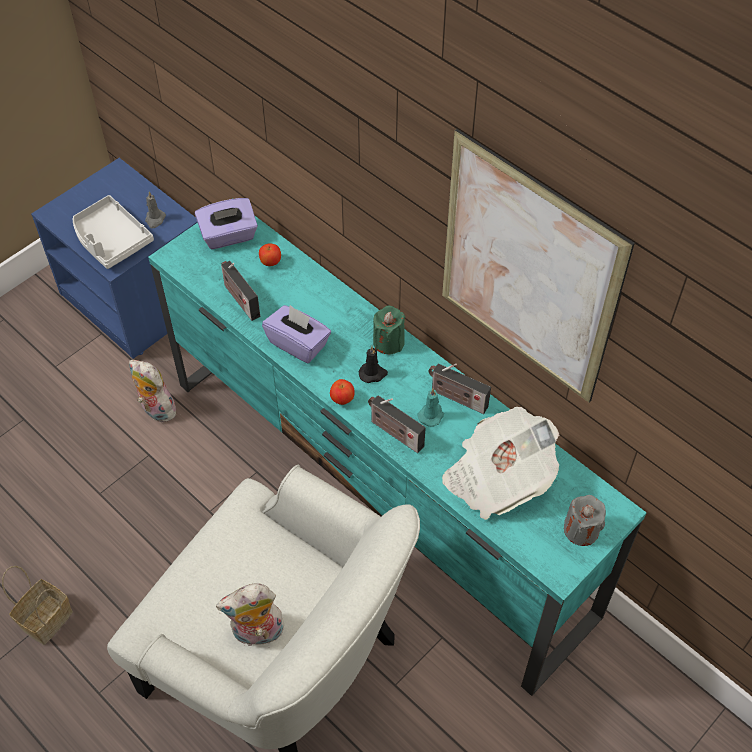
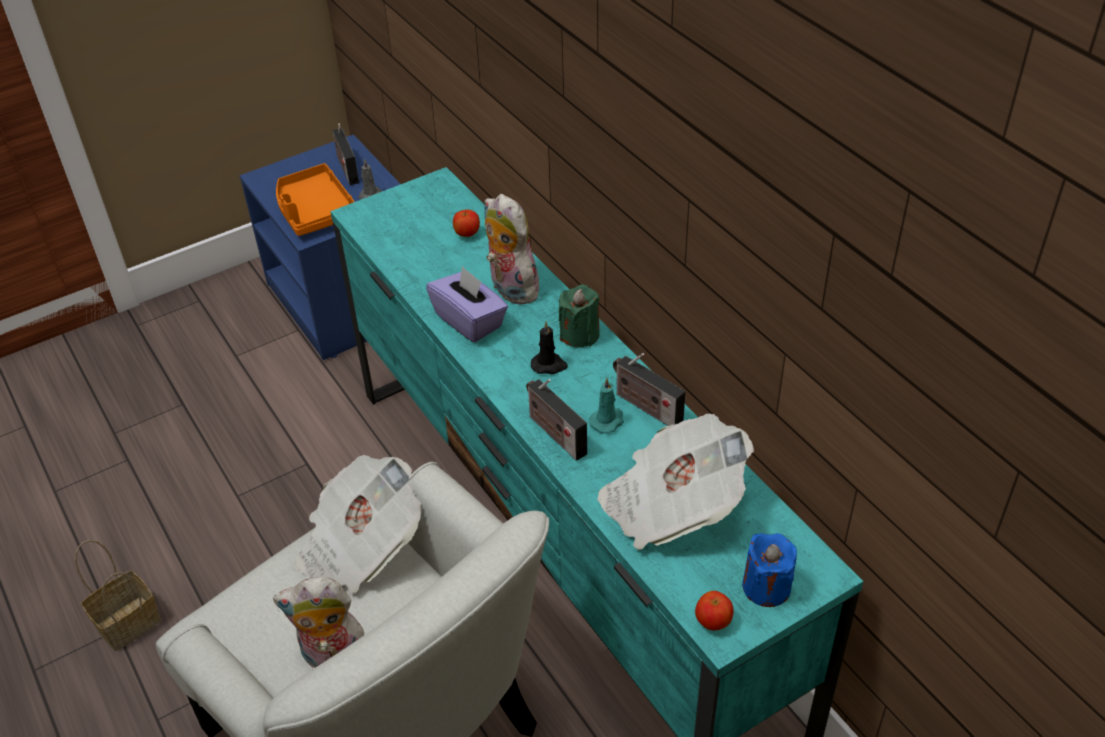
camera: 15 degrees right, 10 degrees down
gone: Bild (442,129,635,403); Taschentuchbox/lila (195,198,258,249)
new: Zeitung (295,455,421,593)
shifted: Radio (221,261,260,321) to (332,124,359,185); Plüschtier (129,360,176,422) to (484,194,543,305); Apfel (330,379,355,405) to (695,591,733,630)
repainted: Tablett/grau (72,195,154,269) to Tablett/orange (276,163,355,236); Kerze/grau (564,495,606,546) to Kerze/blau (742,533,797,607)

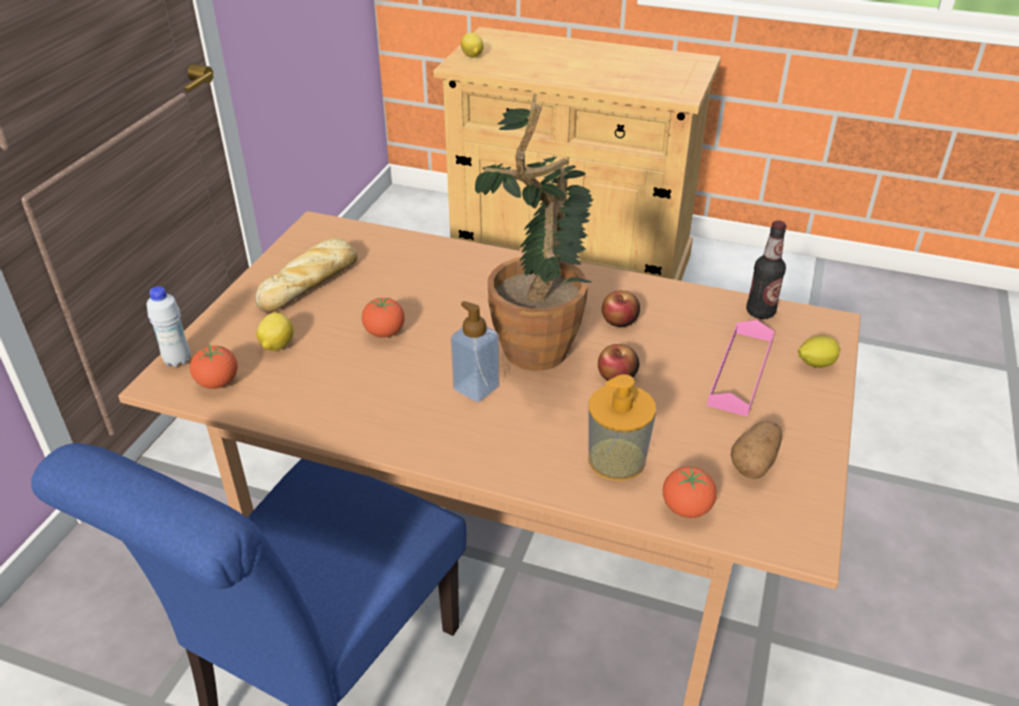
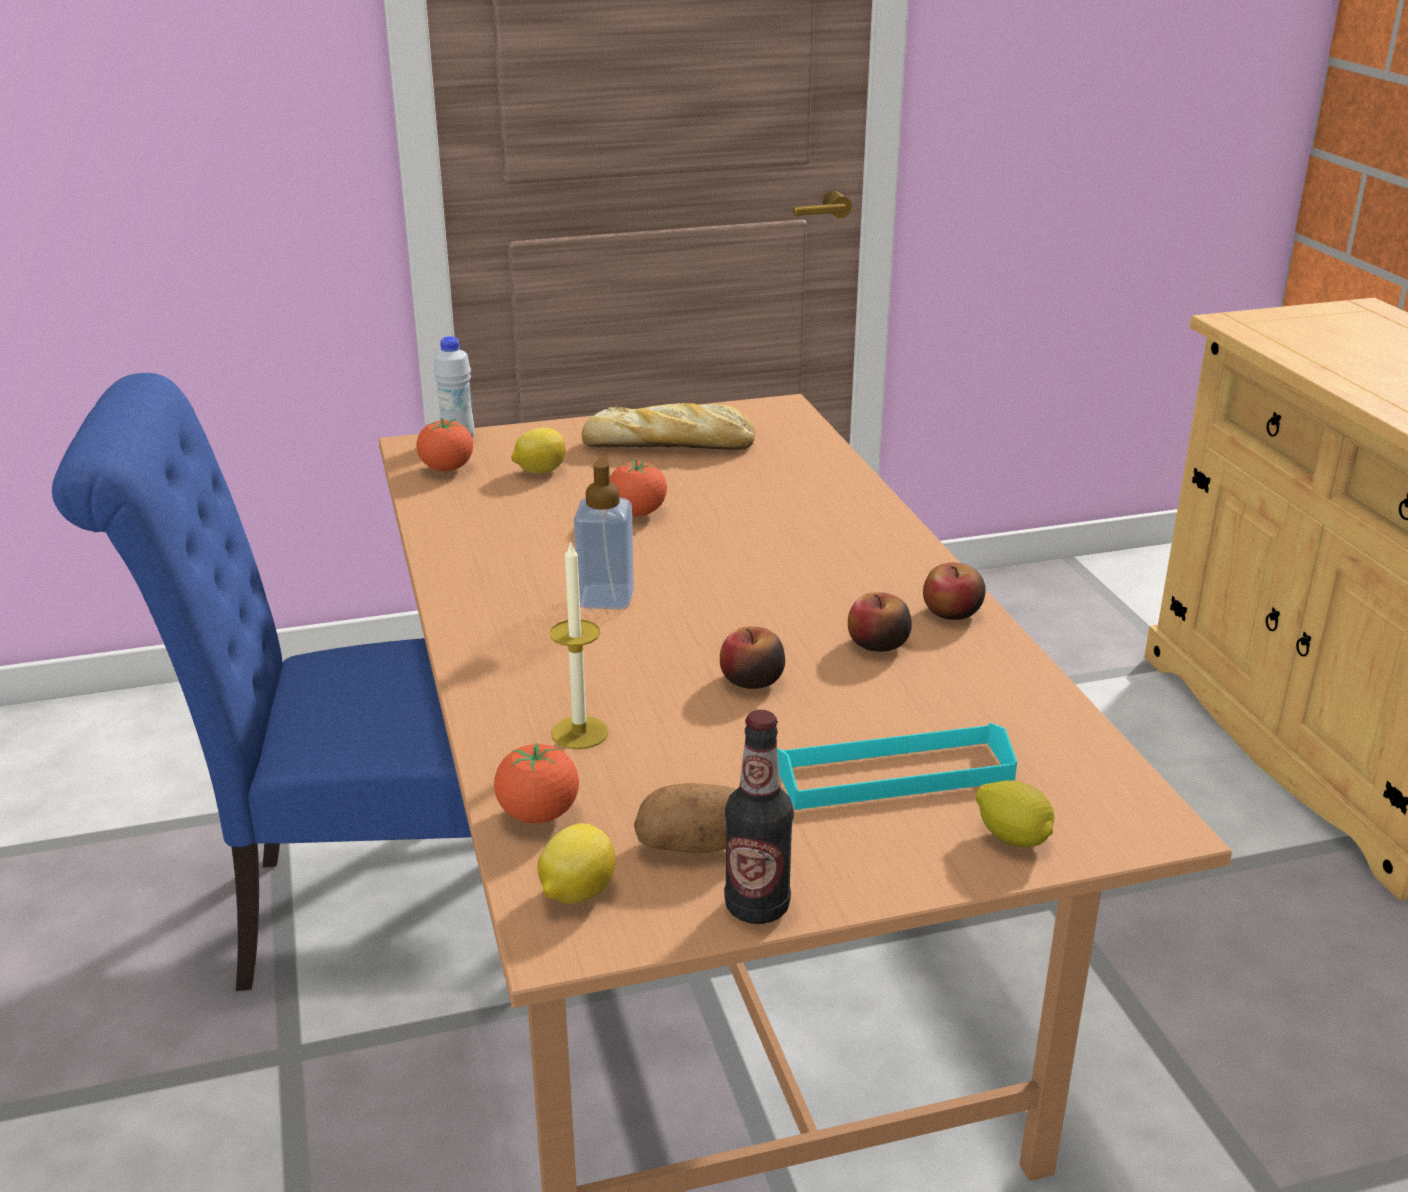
camera: 55 degrees right, 10 degrees down
gone: Topfpflanze (475,94,593,371)
new: Apfel (923,563,986,620)
shifted: Zitrone (461,33,484,58) to (537,823,615,904); Flasche (746,220,786,319) to (724,710,794,924)
swapped: Seifenspender (589,374,656,481) to Kerze (550,540,609,749)
repainted: Tablett/rosa (707,320,775,417) to Tablett/türkis (777,723,1017,810)

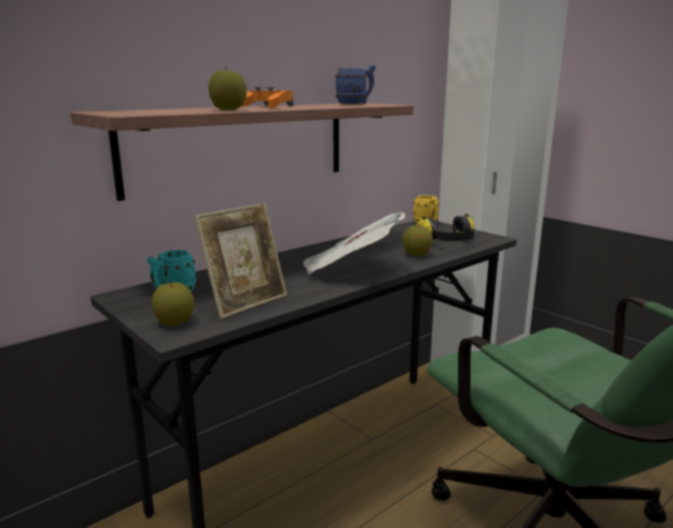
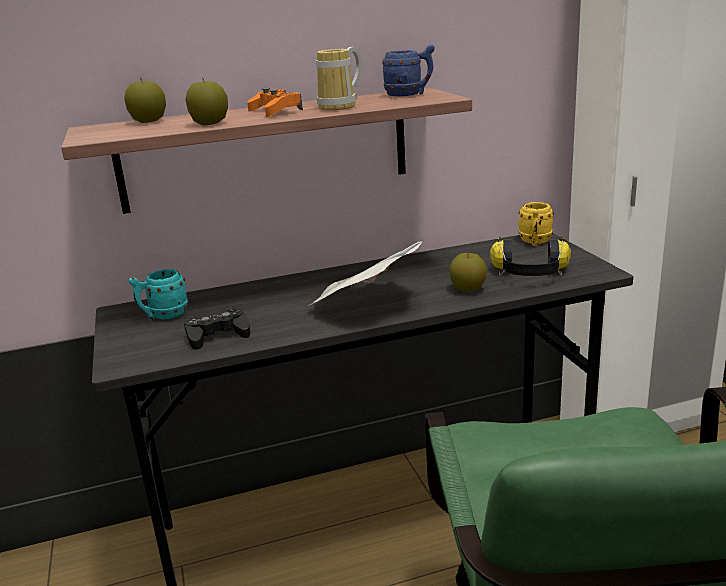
camera: 25 degrees right, 5 degrees up
new: Henkelbecher (316,47,362,110)
shifted: Apfel (151,281,194,326) to (124,77,166,123)
swapped: Bilderrahmen (194,203,287,319) to Gamepad/schwarz (184,307,250,350)

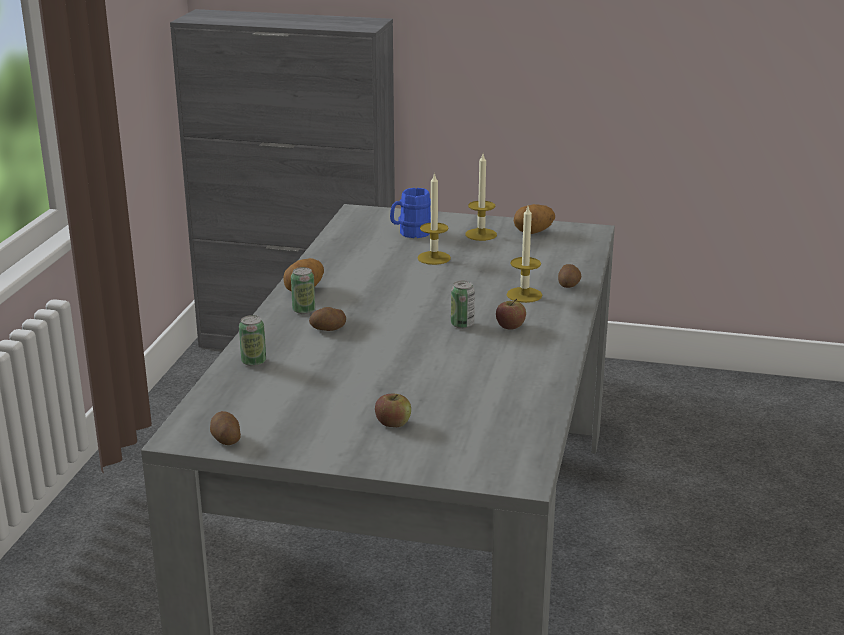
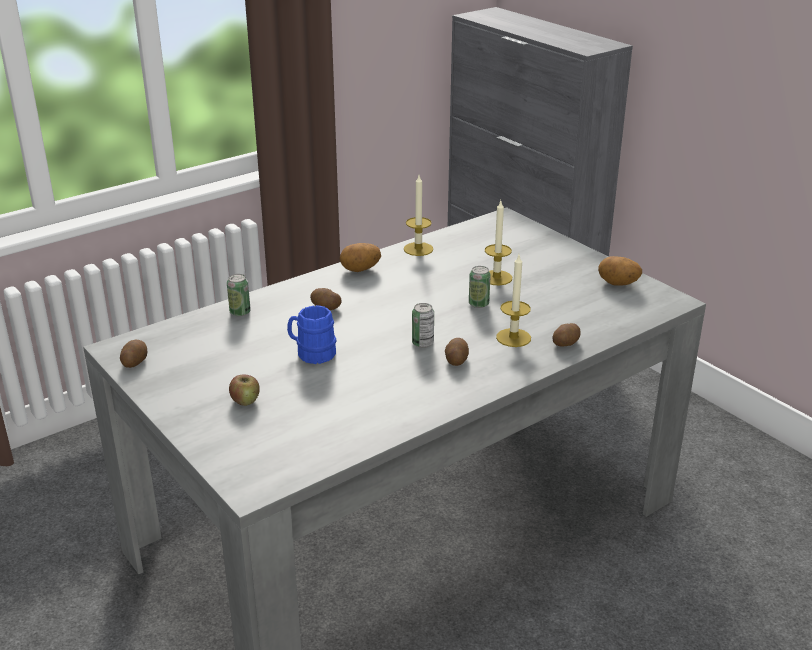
camera: 40 degrees right, 5 degrees up
shifted: Kerze (465,154,497,241) to (404,175,433,256); Henkelbecher/blau (390,188,431,238) to (287,305,337,364); Dose (291,267,315,314) to (469,266,491,308)
swapped: Apfel (496,299,526,329) to Kartoffel (445,338,469,366)

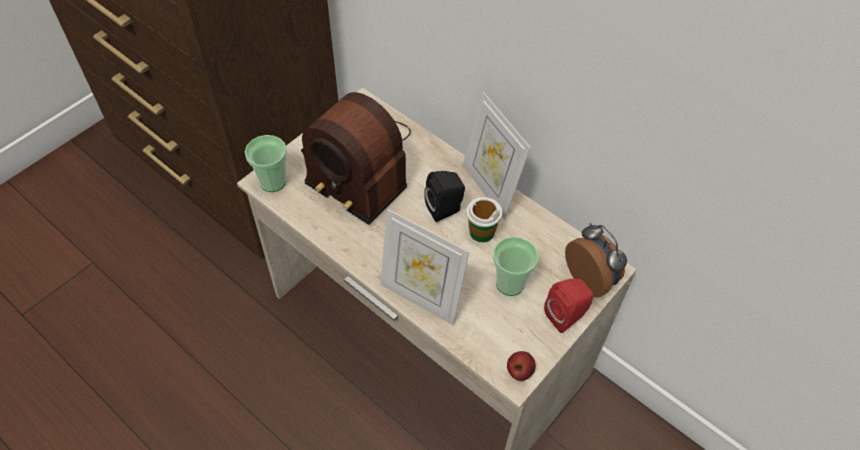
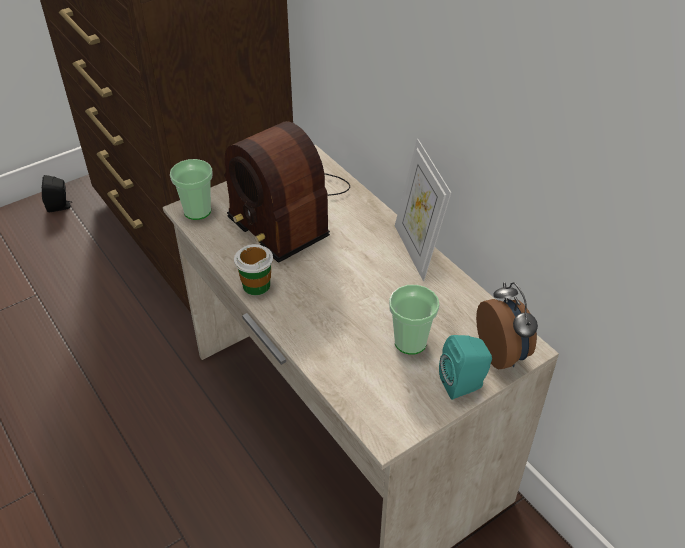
camera: 15 degrees right, 10 degrees down
gone: Bilderrahmen (380,209,469,325); Apfel (507,351,536,381)
shifted: Lautsprecher/schwarz (424,171,465,222) to (41,175,73,212); Tasse (466,197,502,242) to (234,244,273,295)
repainted: Lautsprecher/rot (544,278,594,333) to Lautsprecher/türkis (439,335,492,400)

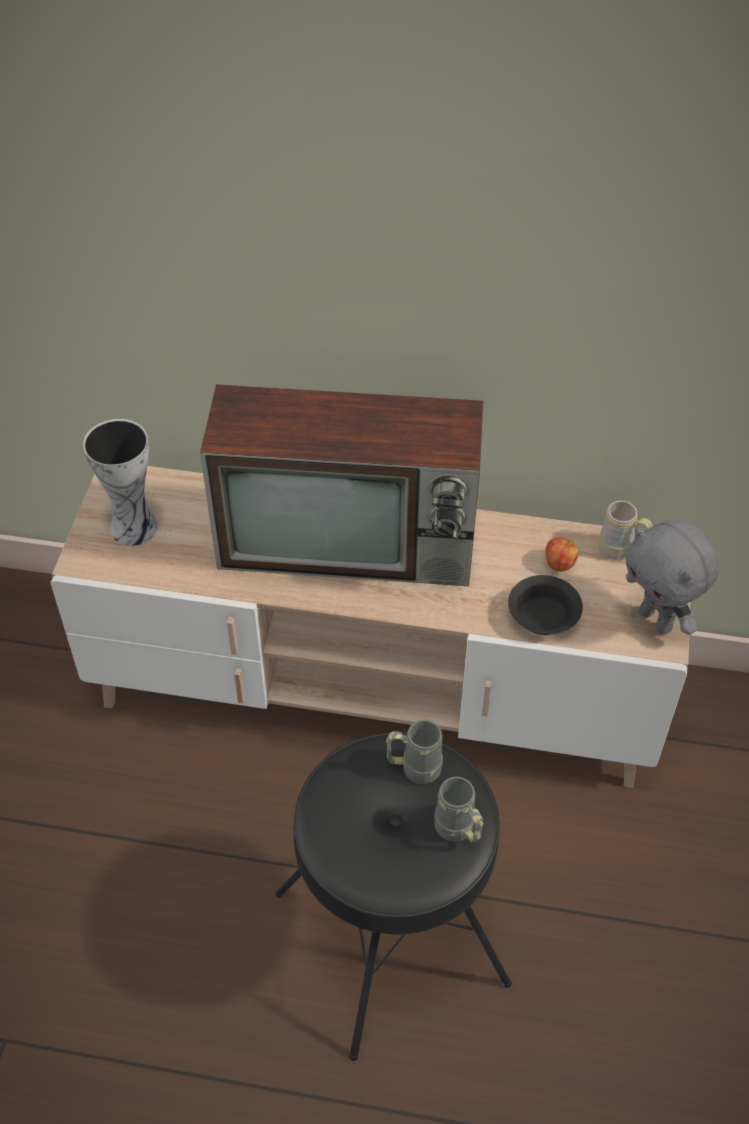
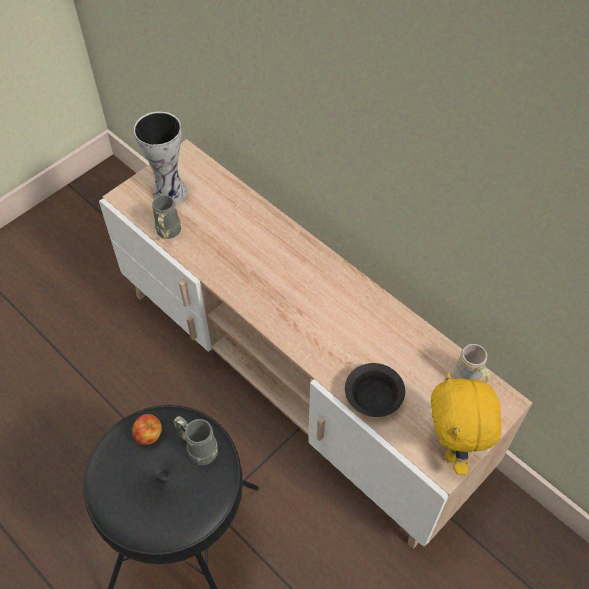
camera: 35 degrees right, 5 degrees up
gone: Fernseher (200,384,483,586)
shifted: Apfel (545,537,578,572) to (132,414,162,445); Henkelbecher/grau (434,777,483,842) to (152,195,181,239)
repainted: Plüschtier/grau (625,520,720,635) to Plüschtier/gelb (431,372,501,475)

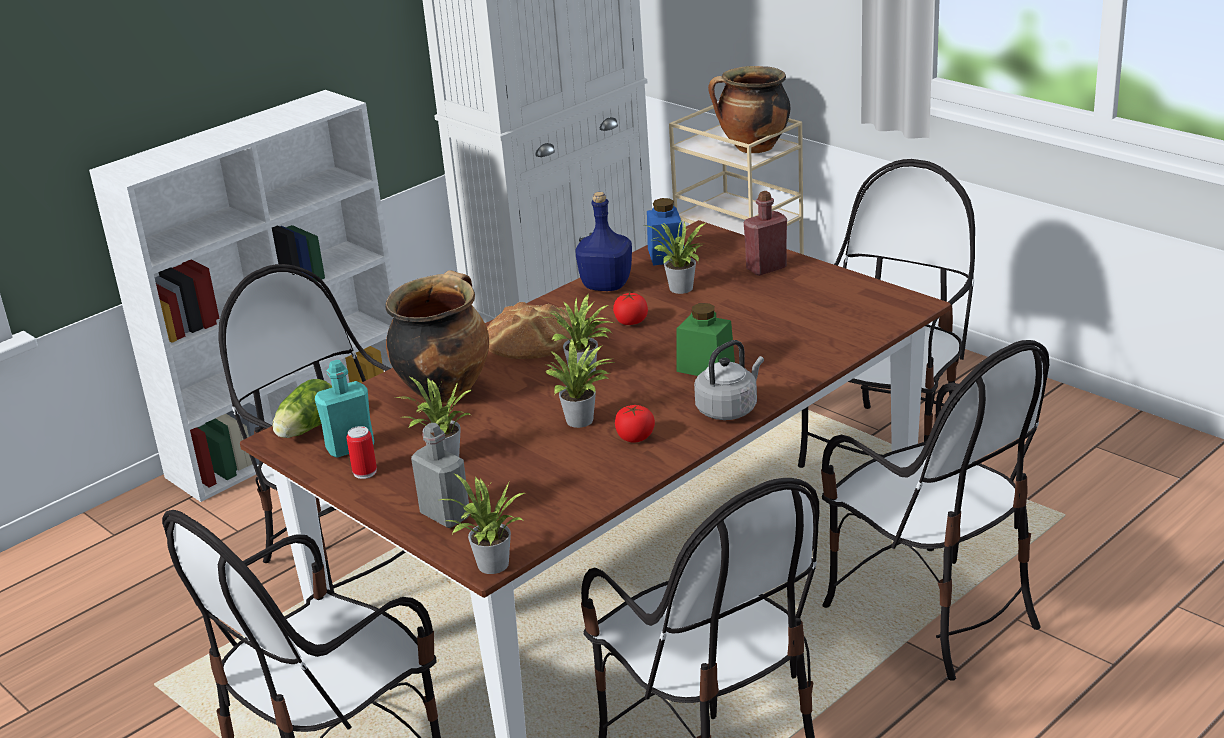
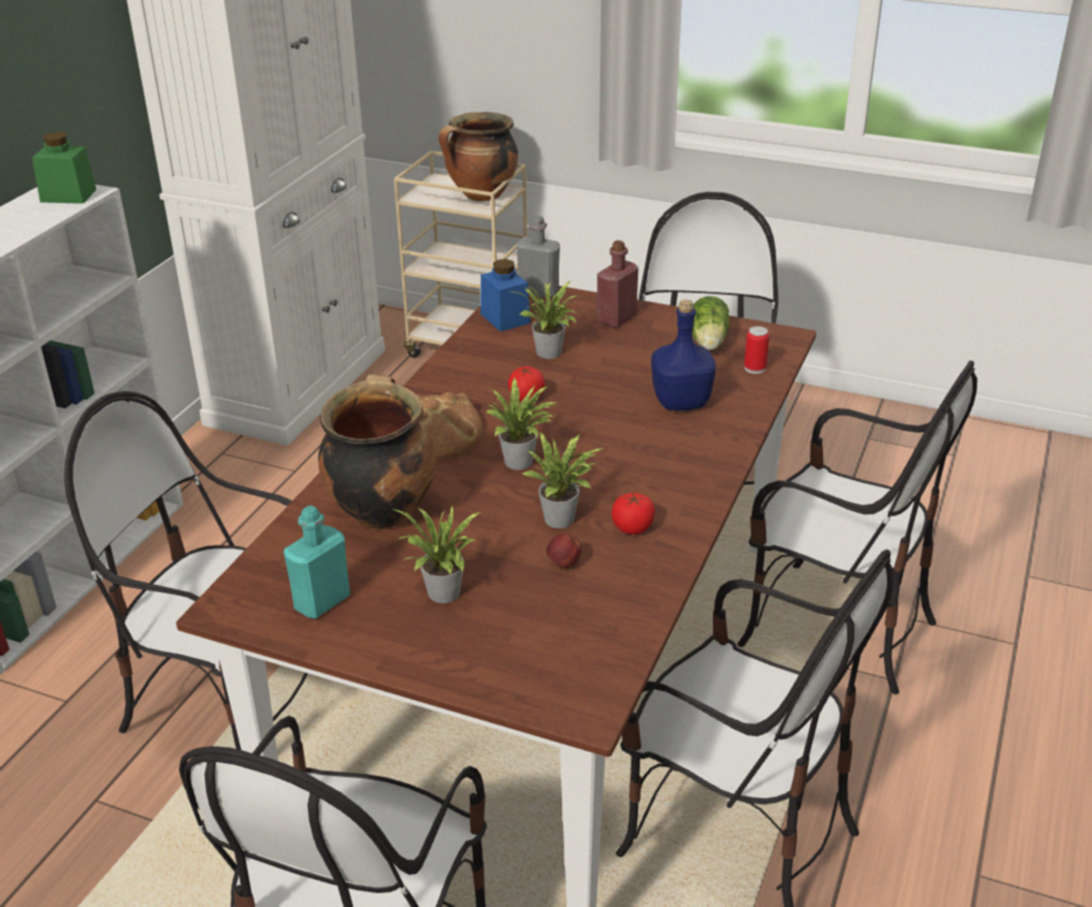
camera: 25 degrees left, 5 degrees up
gone: Wasserkessel/grau (694,340,764,420); Topfpflanze (440,474,524,574)
new: Apfel (546,533,582,568)
shifted: Flasche/blau (575,192,632,291) to (651,300,716,411); Vorratsglas/grün (676,303,735,376) to (32,132,96,204); Salatkopf (273,379,332,438) to (692,296,729,350); Flasche/grau (411,423,470,528) to (517,215,560,298); Dose (346,426,377,479) to (744,326,769,374)

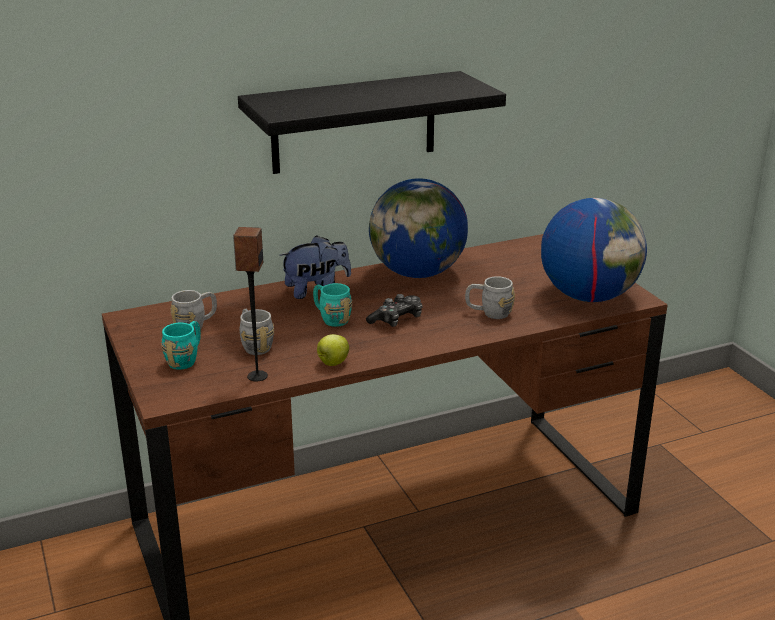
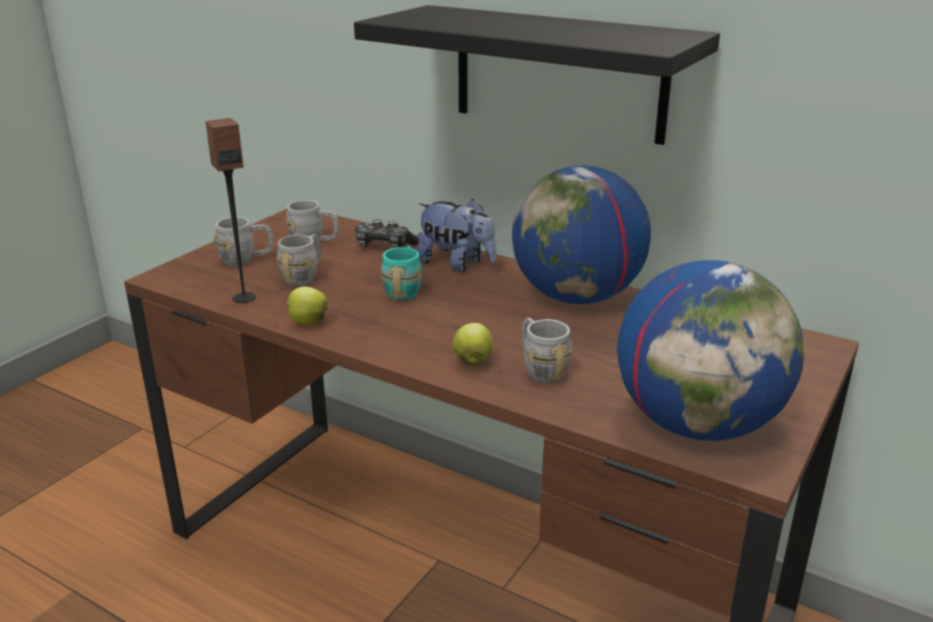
camera: 55 degrees right, 0 degrees up
new: Apfel (453,323,493,366)
shifted: Gamepad (366,294,422,327) to (355,219,419,248)
repainted: Henkelbecher/türkis (161,321,201,370) to Henkelbecher/grau (214,217,274,266)

